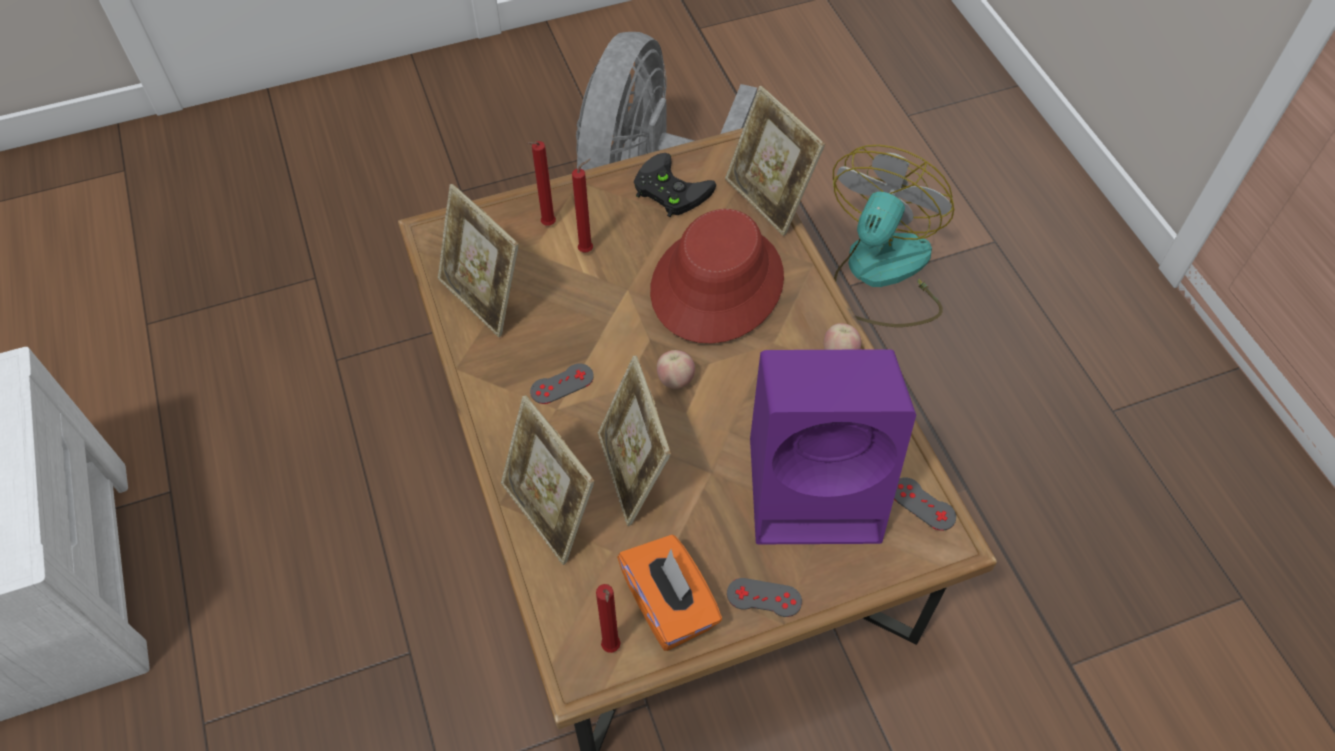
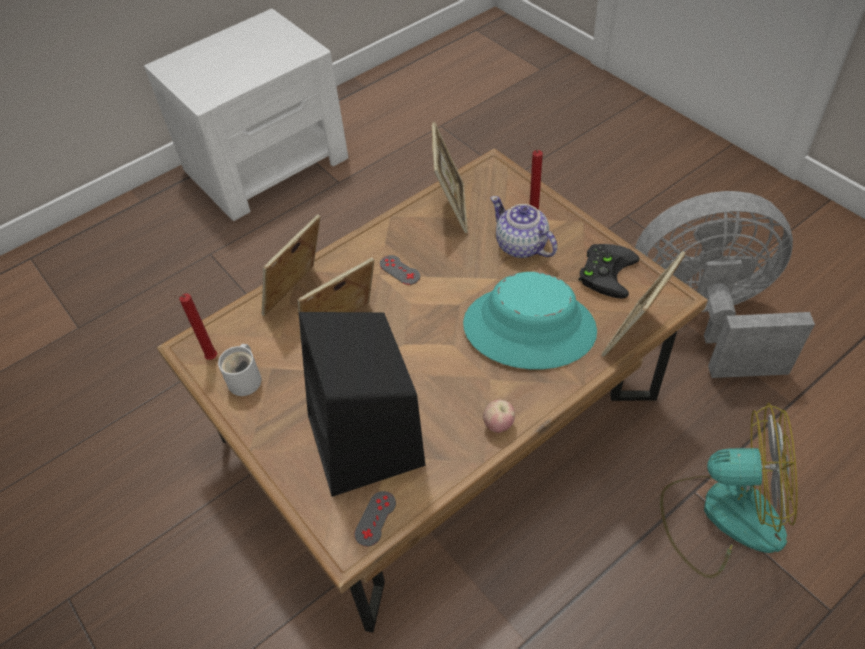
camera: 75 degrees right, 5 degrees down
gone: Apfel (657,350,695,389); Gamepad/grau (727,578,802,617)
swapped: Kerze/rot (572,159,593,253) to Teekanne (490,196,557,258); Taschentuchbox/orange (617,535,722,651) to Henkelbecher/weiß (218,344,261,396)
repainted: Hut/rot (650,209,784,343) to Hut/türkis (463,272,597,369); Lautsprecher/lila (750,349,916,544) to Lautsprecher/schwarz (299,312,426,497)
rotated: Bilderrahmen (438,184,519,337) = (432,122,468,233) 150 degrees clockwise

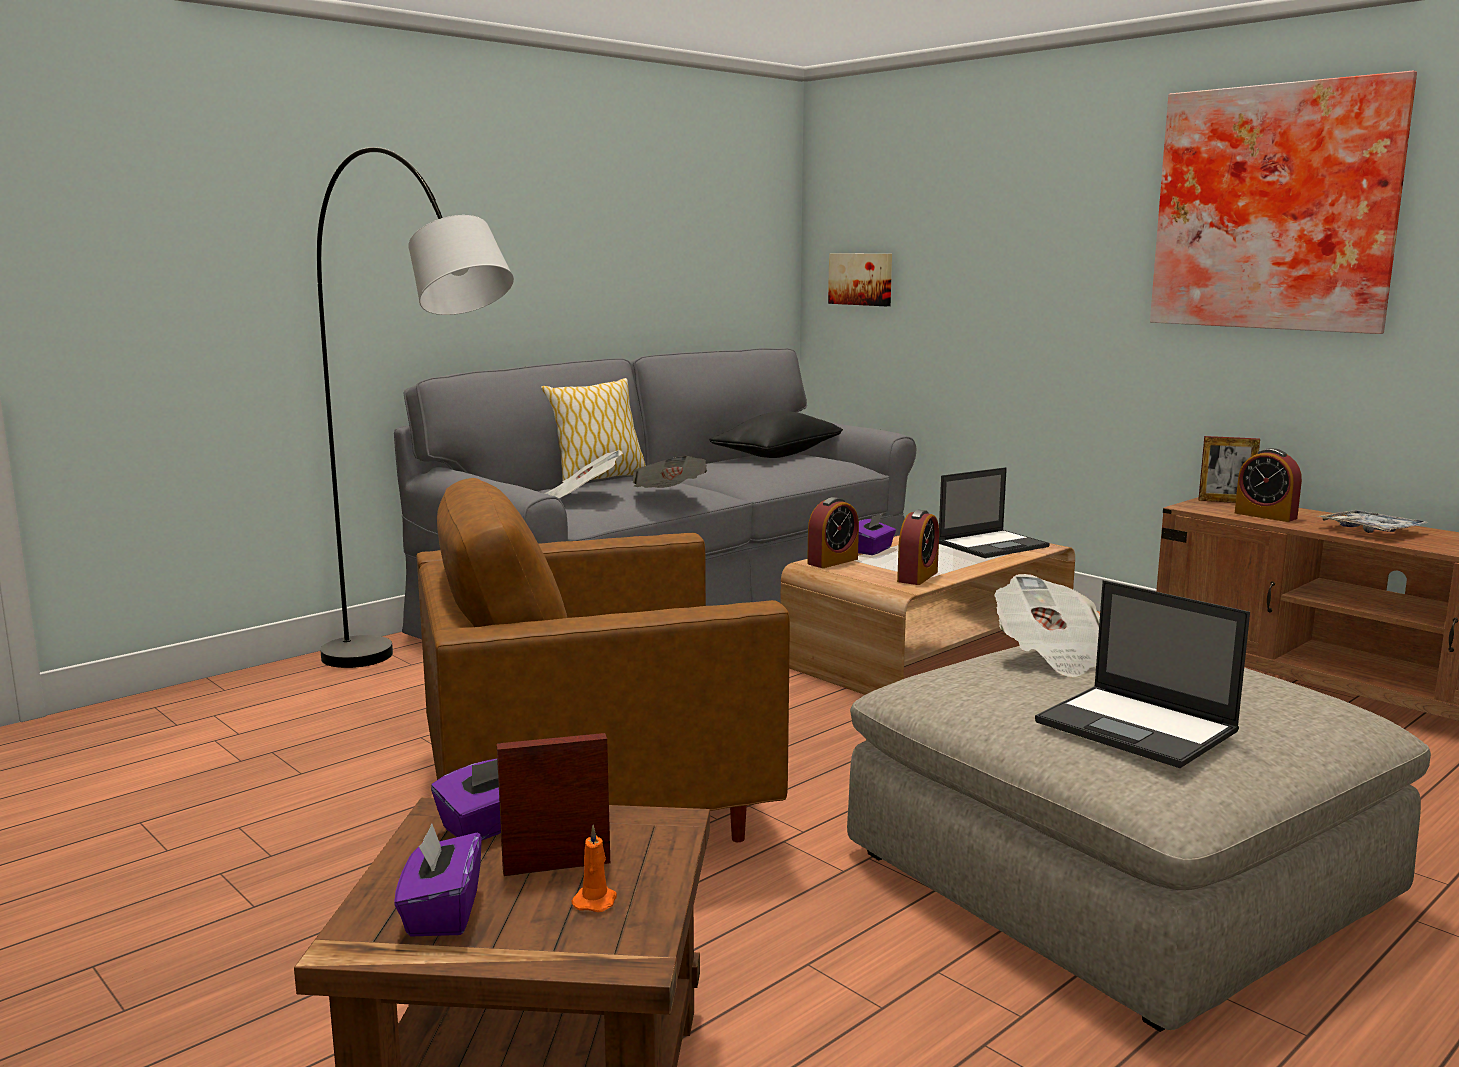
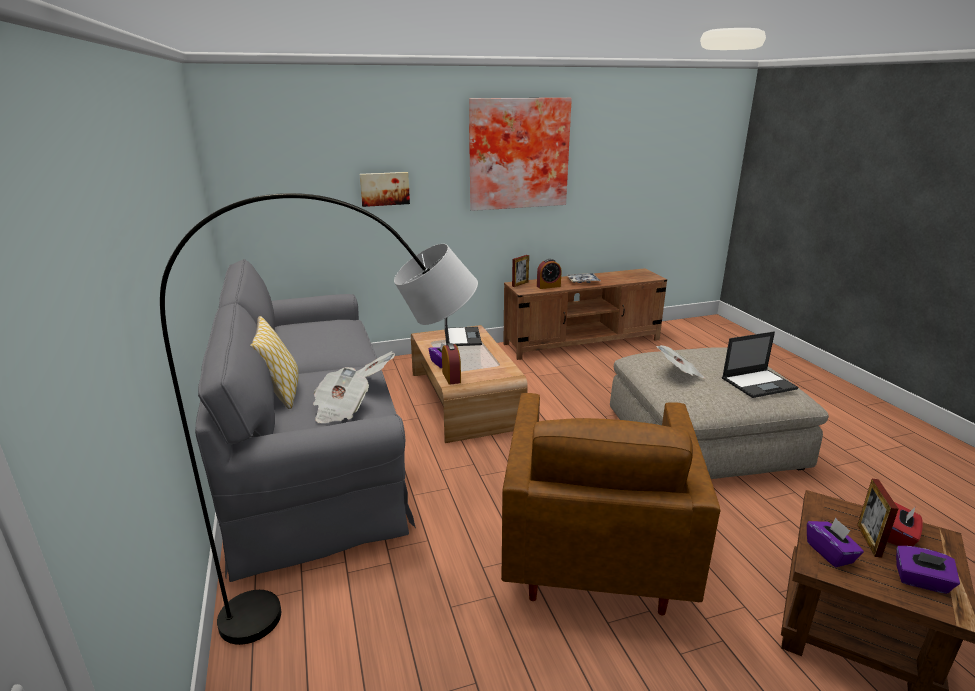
camera: 65 degrees left, 10 degrees up
gone: Kissen/schwarz (709,411,843,458); Wecker (897,510,939,585)
shifted: Bild (828,253,892,306) to (360,172,410,207)
swapped: Kerze/orange (572,825,617,912) to Taschentuchbox/rot (887,502,923,546)

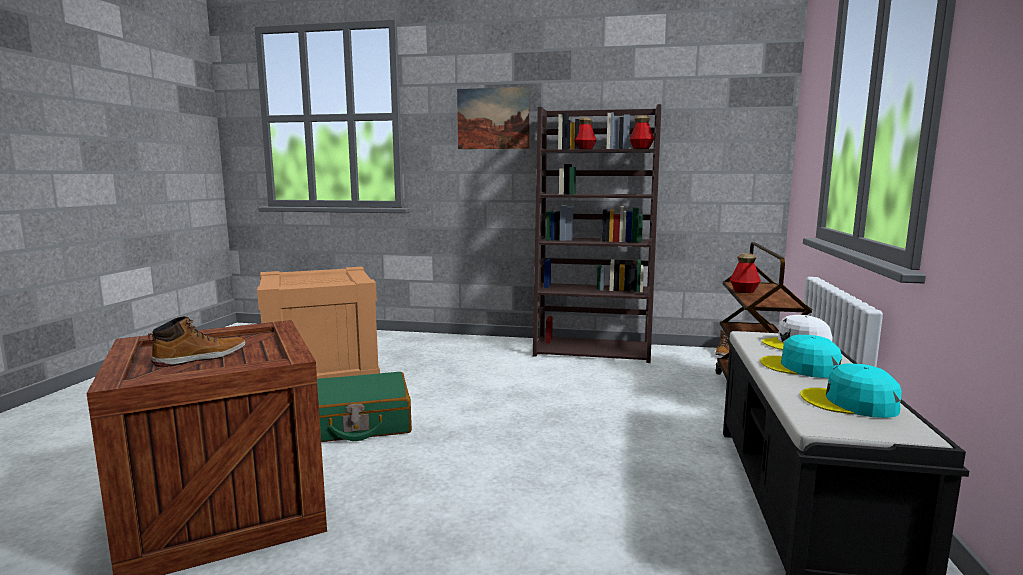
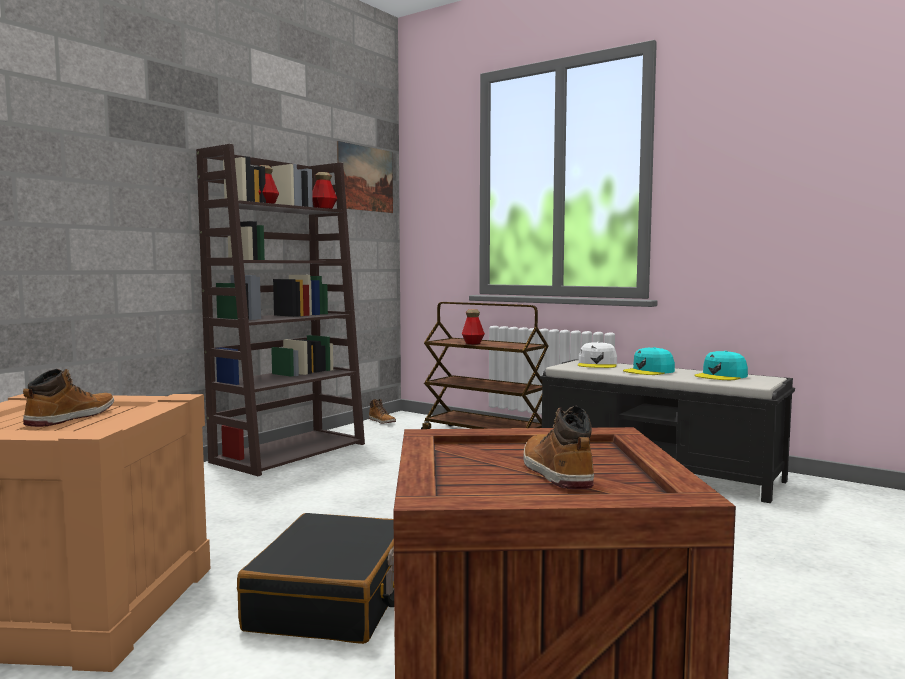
camera: 65 degrees left, 5 degrees down
new: Stiefel (23,369,114,427)
shifted: Bild (457,87,530,149) to (337,141,393,213)
repainted: Koffer/grün (317,372,412,442) to Koffer/schwarz (237,513,394,644)

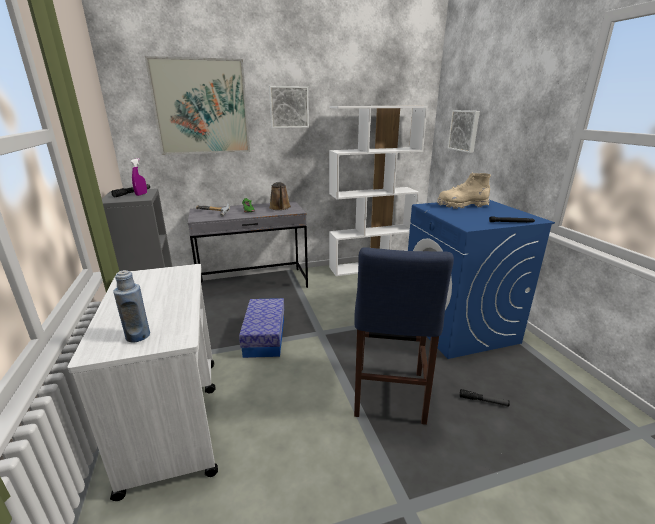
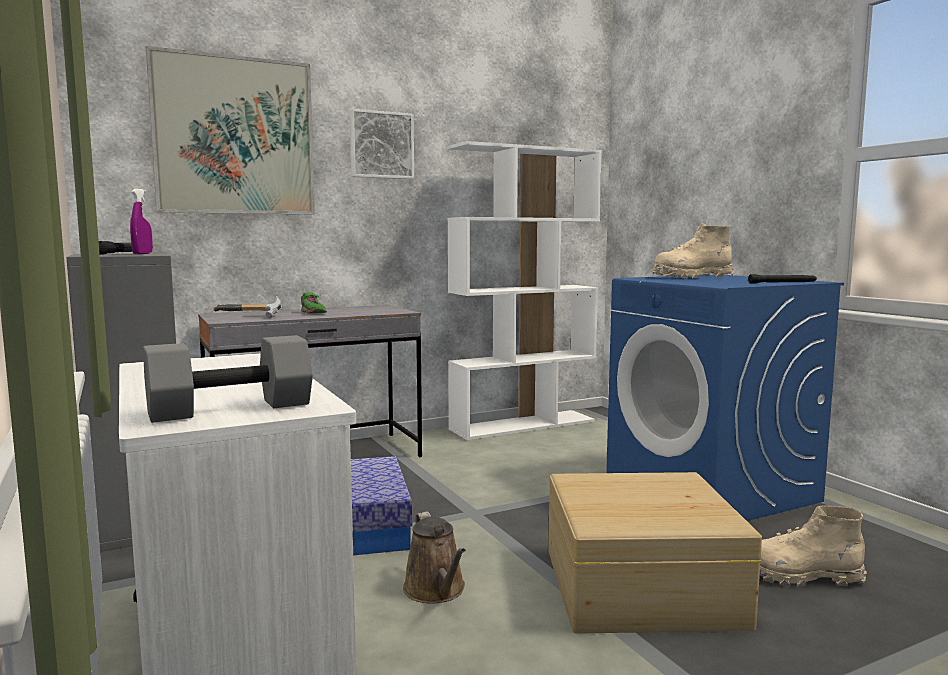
camera: 10 degrees left, 15 degrees down
gone: Bild (447,110,480,153)
shifted: Gießkanne/braun (269,182,291,210) to (403,511,466,603)
swapped: Hocker/blau (354,247,454,425) to Aufbewahrungsbox/beige (548,472,762,633); Flasche/blau (113,270,150,343) to Hantel/grau (143,335,313,423); Taschenlampe (460,389,510,407) to Stiefel/beige (760,505,867,587)

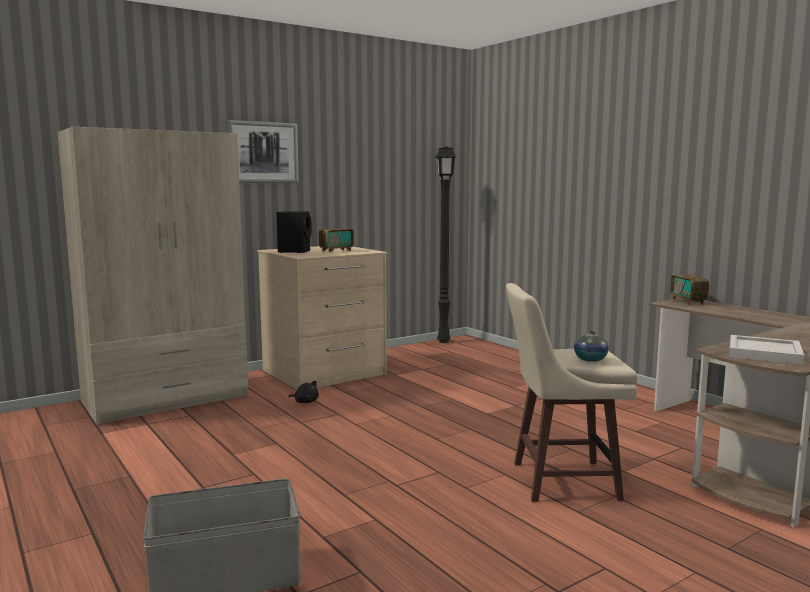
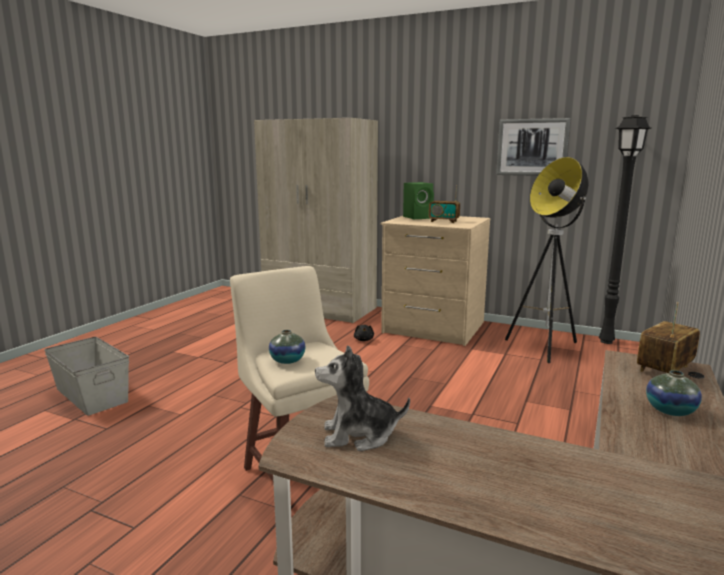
camera: 60 degrees right, 5 degrees up
new: Stehlampe (505,157,588,363); Vase (646,370,702,416)
shifted: Bild (227,120,299,183) to (496,118,570,176)
swapped: Tablett/weiß (729,335,804,364) to Plüschtier (315,345,410,451)
repainted: Lautsprecher/schwarz (276,211,312,253) to Lautsprecher/grün (403,182,434,219)

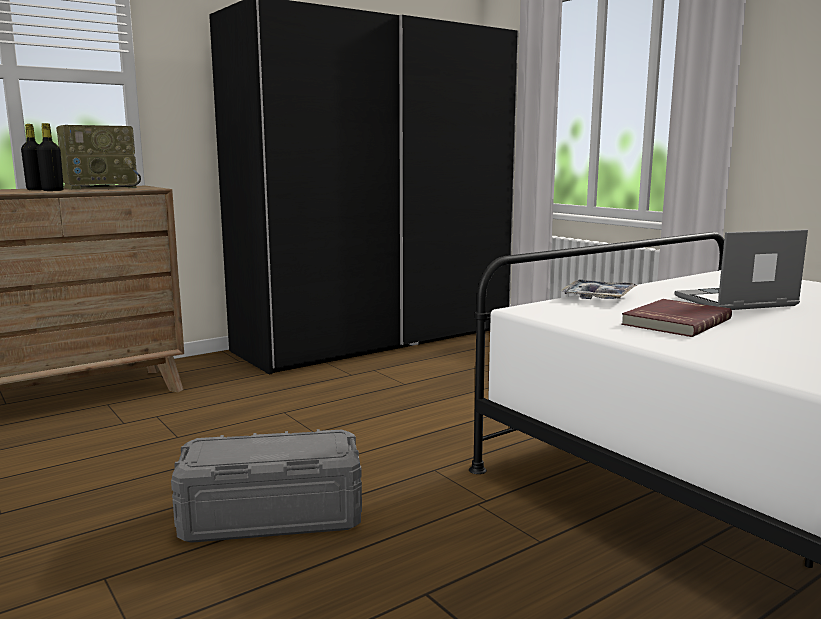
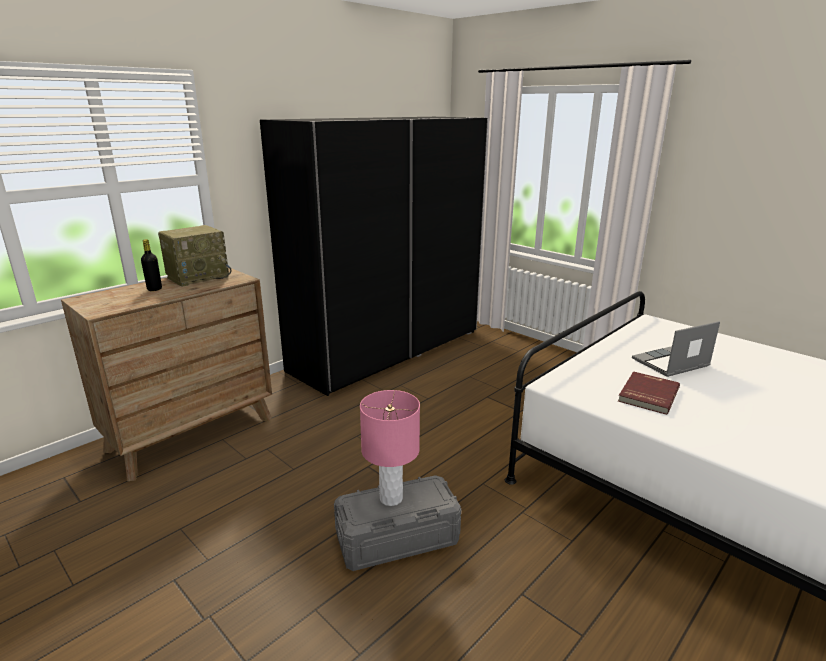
camera: 10 degrees left, 10 degrees up
gone: Flasche/schwarz (37,123,64,191); Tablett (560,279,637,299)
new: Tischlampe/rosa (360,390,420,506)

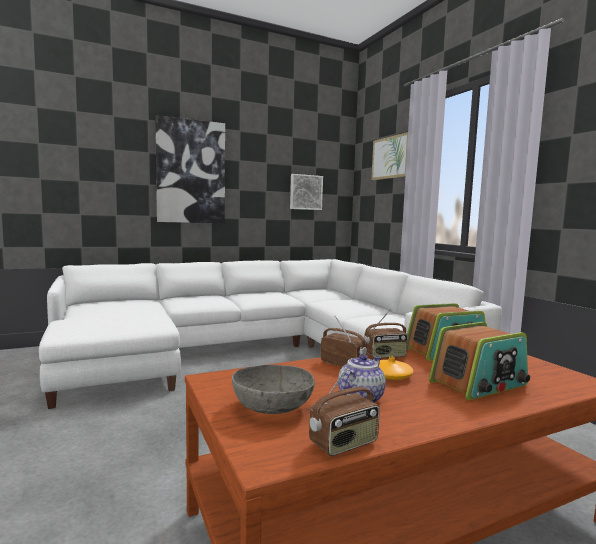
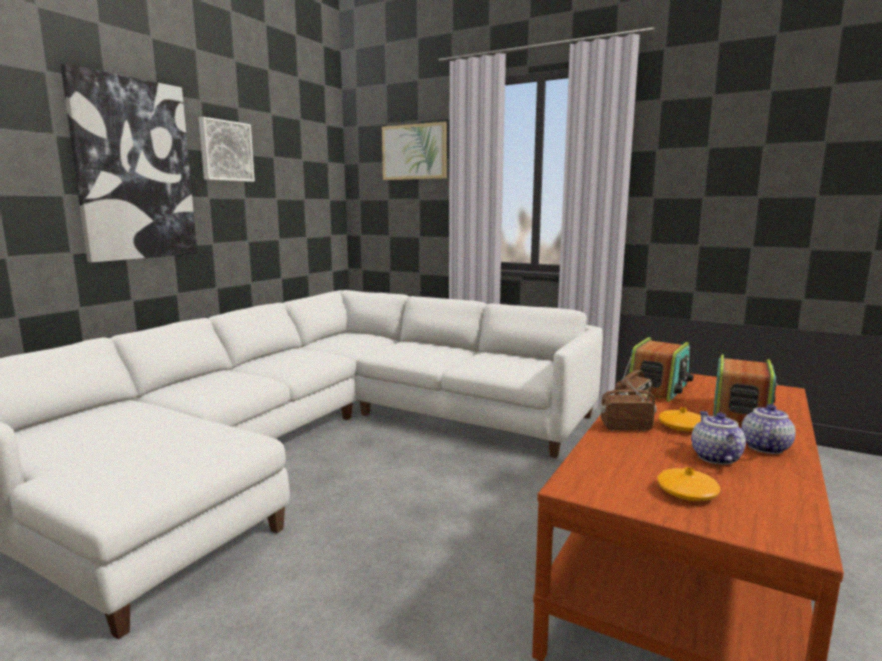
camera: 35 degrees left, 5 degrees up
gone: Radio (309,364,380,456)
new: Teekanne (741,404,796,454)
shifted: Bild (290,174,323,210) to (199,117,255,182)
swapped: Schüssel/grau (232,365,315,414) to Vase/orange (657,467,720,501)

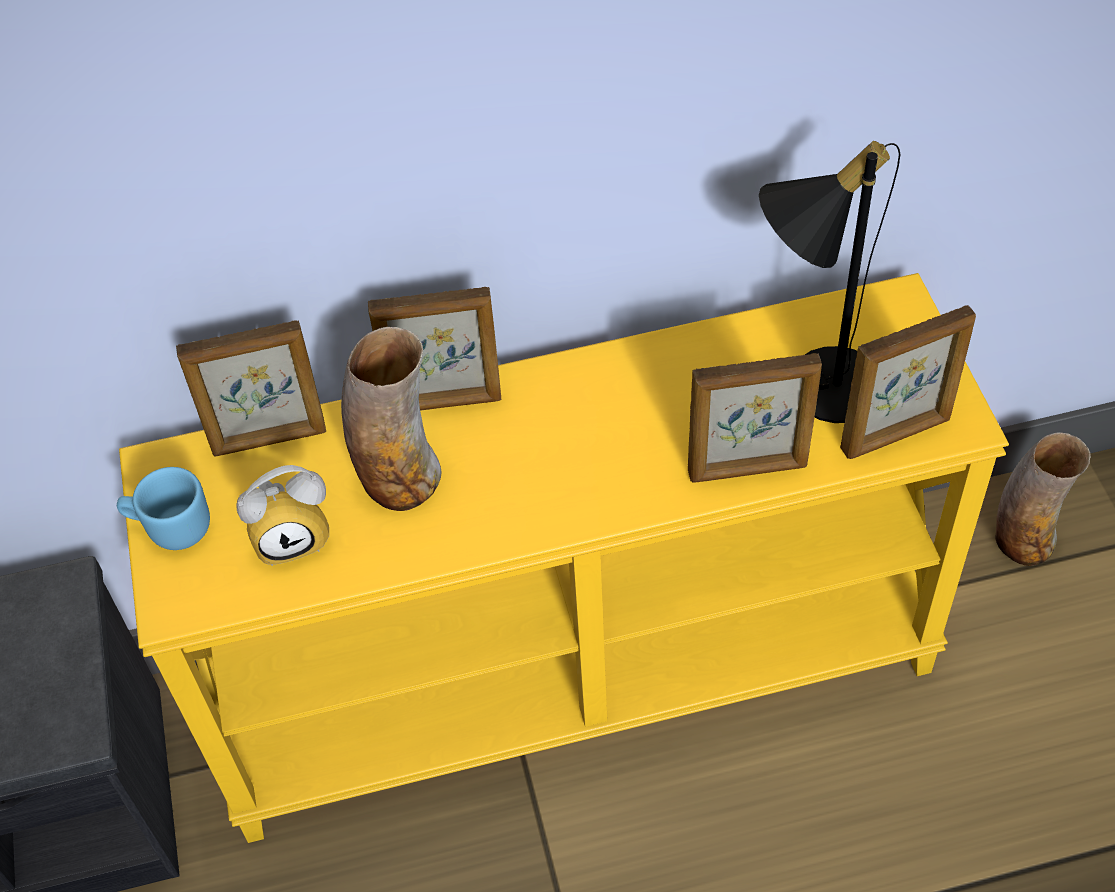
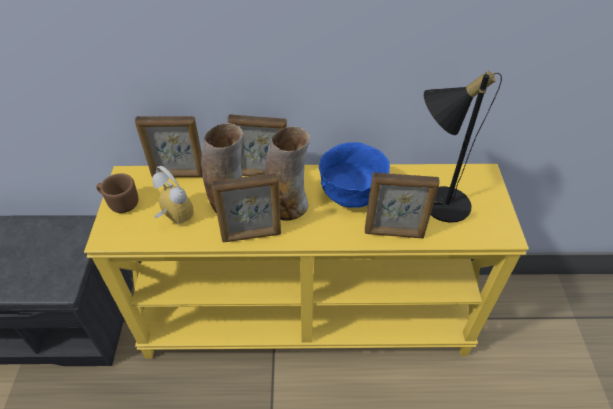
camera: 10 degrees right, 5 degrees down
new: Schüssel/blau (319,142,390,208)
shifted: Bilderrahmen (840,305,976,459) to (211,173,281,242); Vase (995,432,1091,566) to (265,127,310,221)
repainted: Henkelbecher/blau (117,467,210,550) to Henkelbecher/braun (96,173,138,213)
rotated: Wecker (236,465,329,566) = (153,166,194,225) 135 degrees counterclockwise

